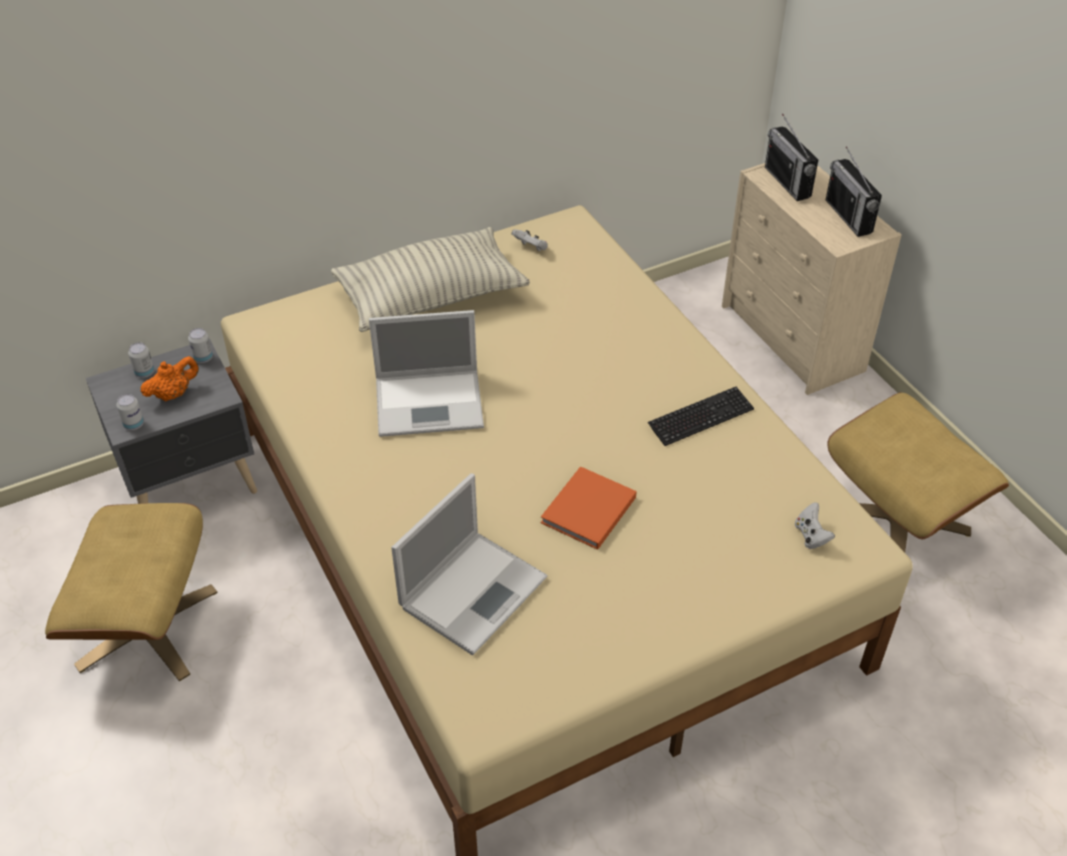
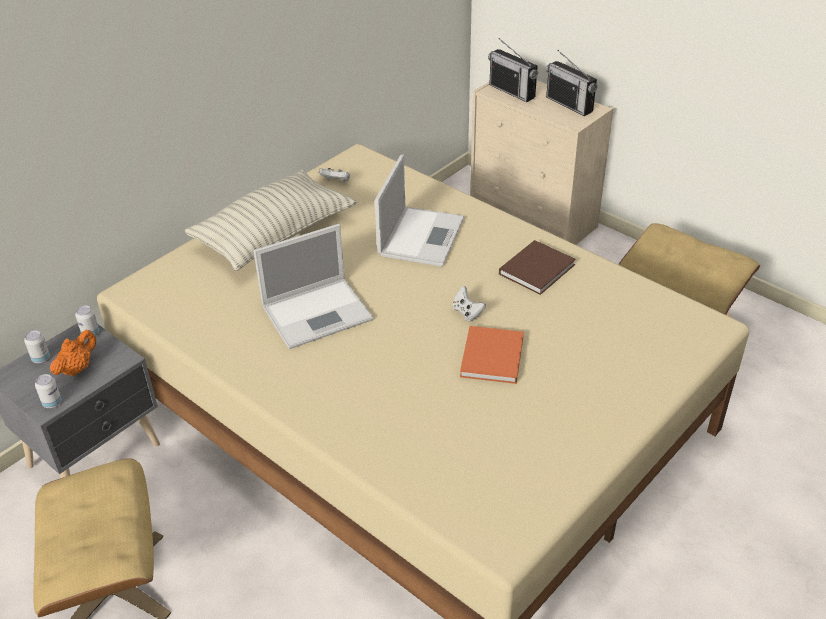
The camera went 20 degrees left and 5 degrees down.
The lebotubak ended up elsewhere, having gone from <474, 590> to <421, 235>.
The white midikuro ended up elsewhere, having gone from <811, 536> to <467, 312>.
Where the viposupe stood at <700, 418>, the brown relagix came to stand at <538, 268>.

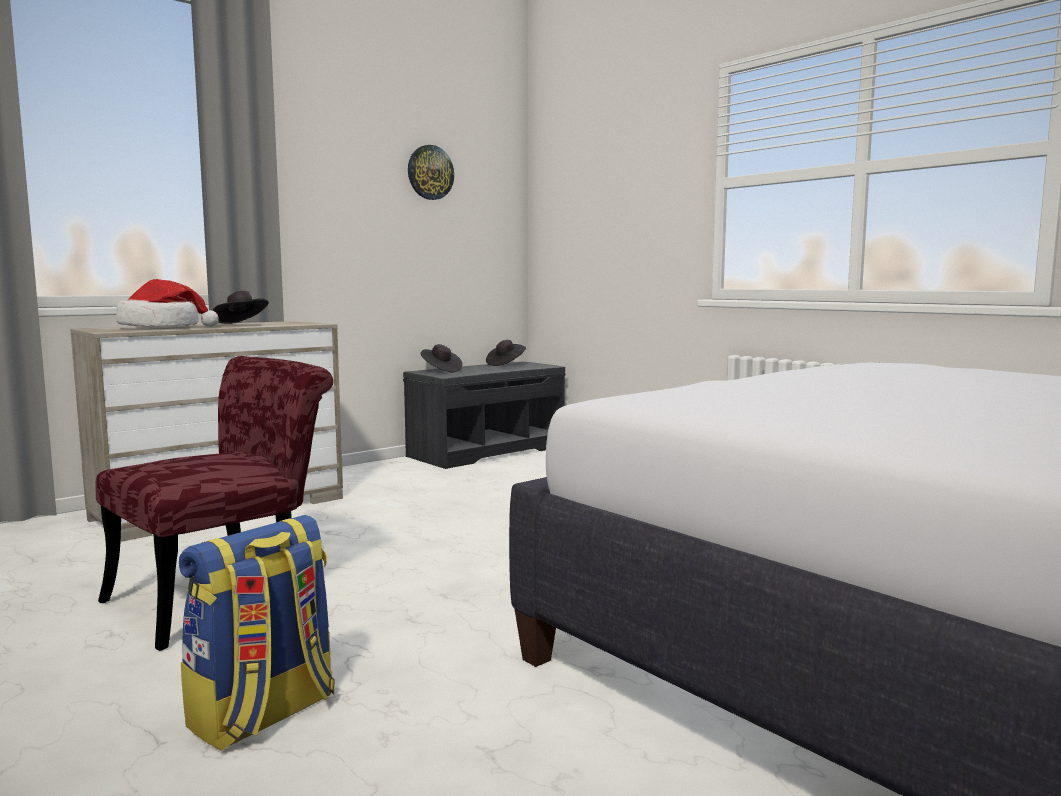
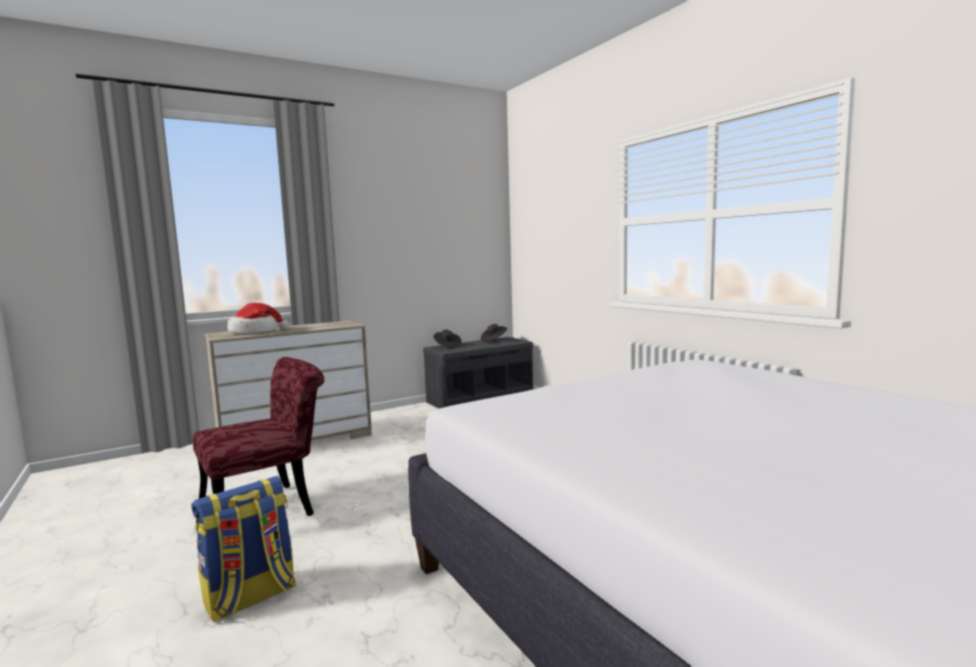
The camera went 10 degrees right and 0 degrees up.
The second view lost the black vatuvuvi at <242, 324>.
The second view lost the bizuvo at <430, 172>.

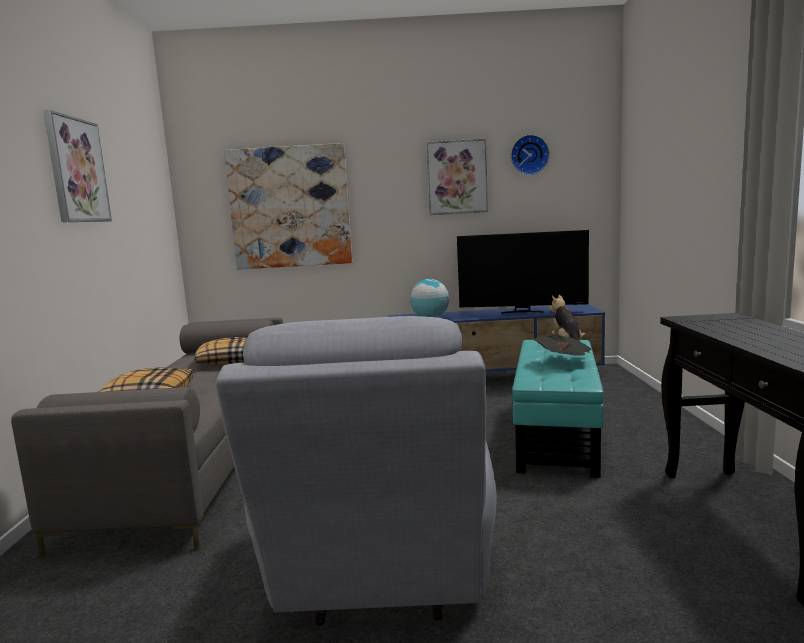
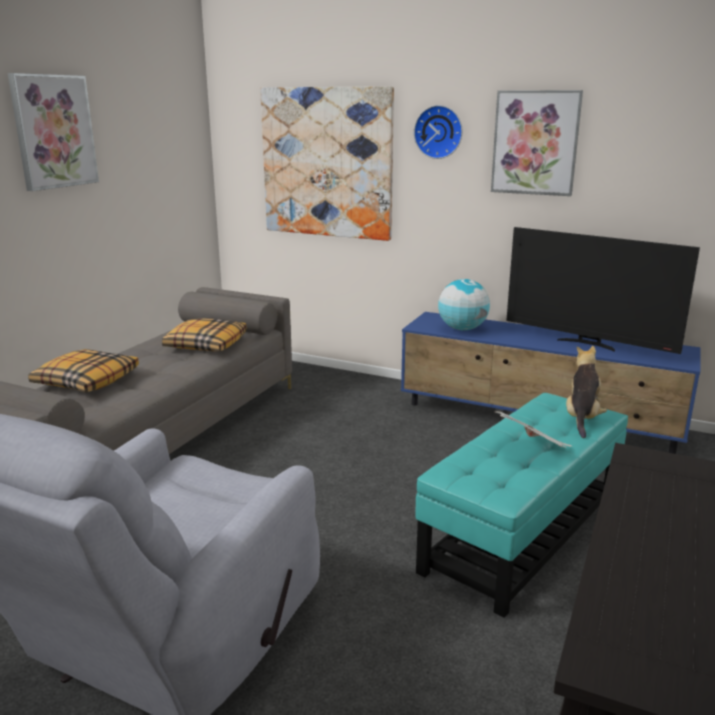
The camera went 25 degrees right and 10 degrees up.
The bizuvo ended up elsewhere, having gone from <529, 155> to <439, 132>.

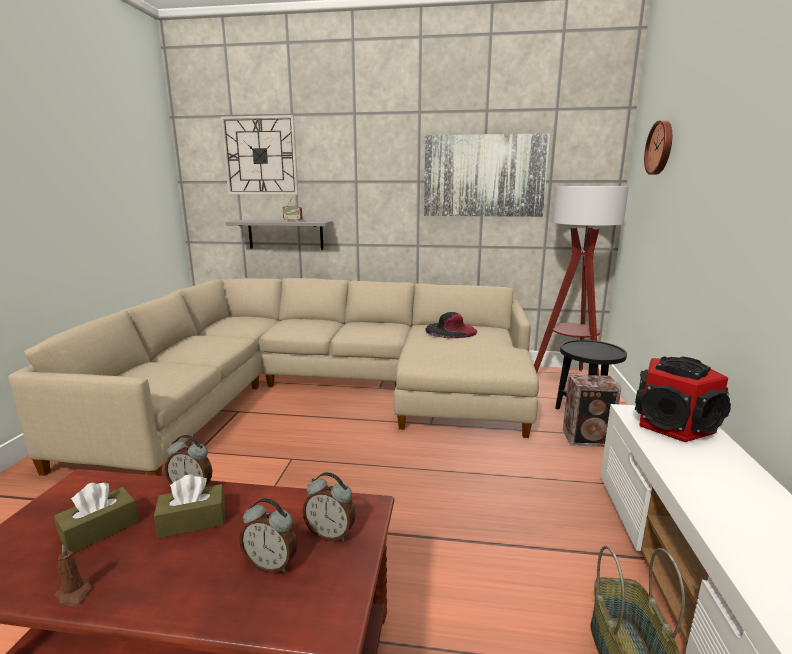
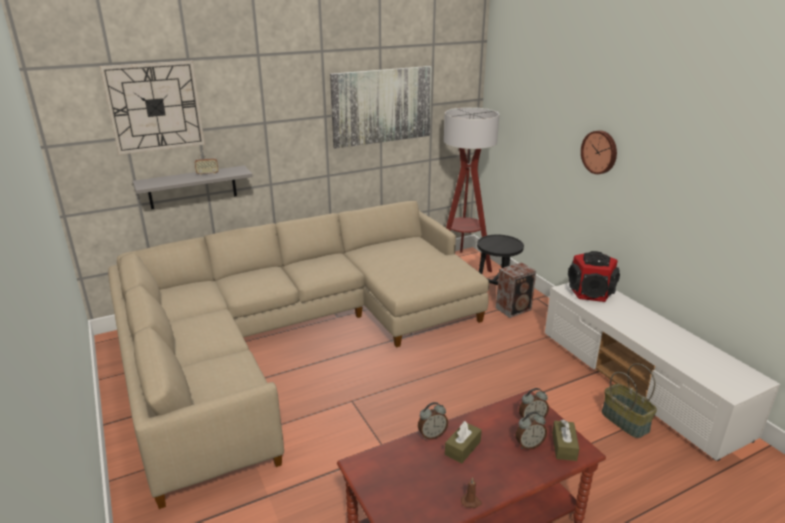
The camera went 35 degrees left and 10 degrees up.
The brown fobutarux ended up elsewhere, having gone from <100, 530> to <564, 446>.
The bizuvo ended up elsewhere, having gone from <660, 147> to <600, 152>.
The second view lost the black vatuvuvi at <451, 330>.

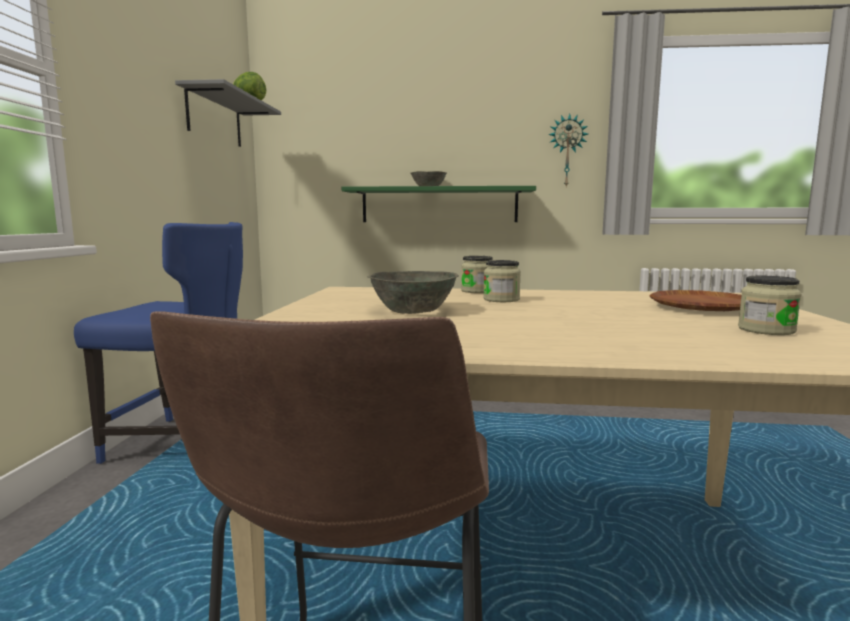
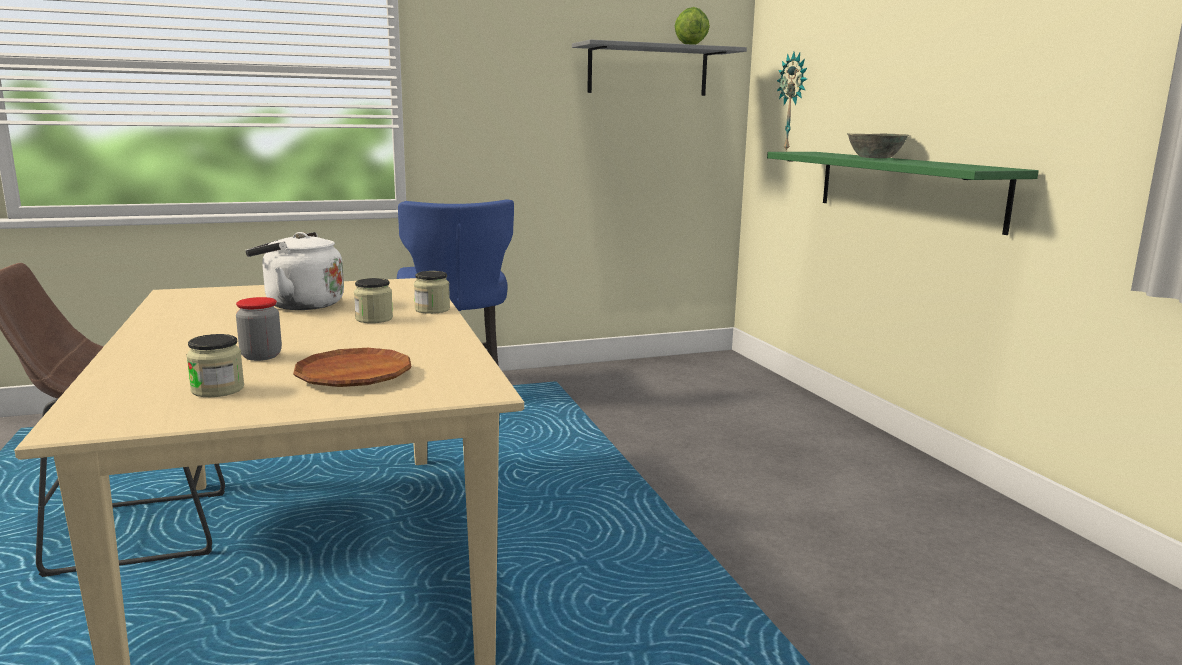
The camera went 65 degrees right and 5 degrees up.
The second view gained the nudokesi at <261, 356>.
Where the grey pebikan stood at <411, 310>, the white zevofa came to stand at <299, 305>.
The bizuvo ended up elsewhere, having gone from <567, 151> to <793, 102>.

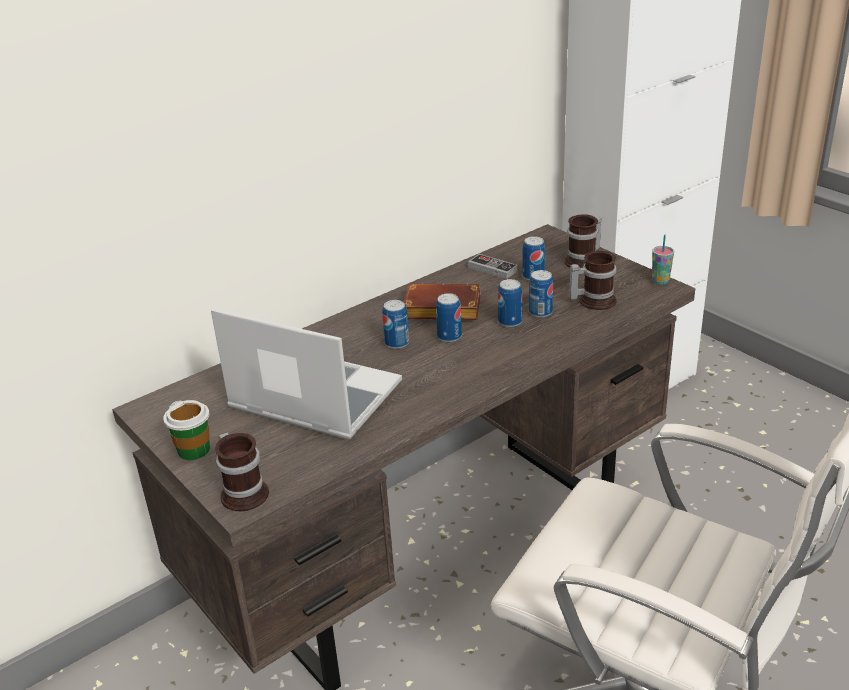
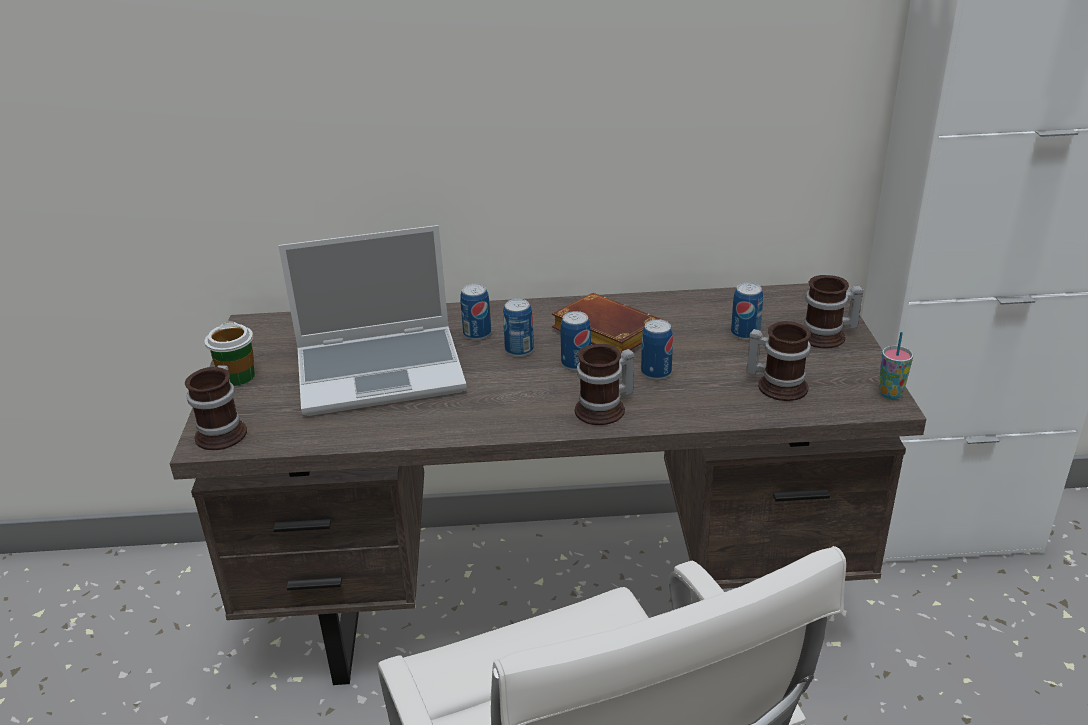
The camera went 35 degrees right and 0 degrees up.
The lebotubak at <312, 397> ended up facing another way, 105 degrees clockwise from before.
The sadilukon ended up elsewhere, having gone from <540, 312> to <477, 334>.
The second view gained the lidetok at <605, 410>.
The second view lost the midikuro at <492, 269>.

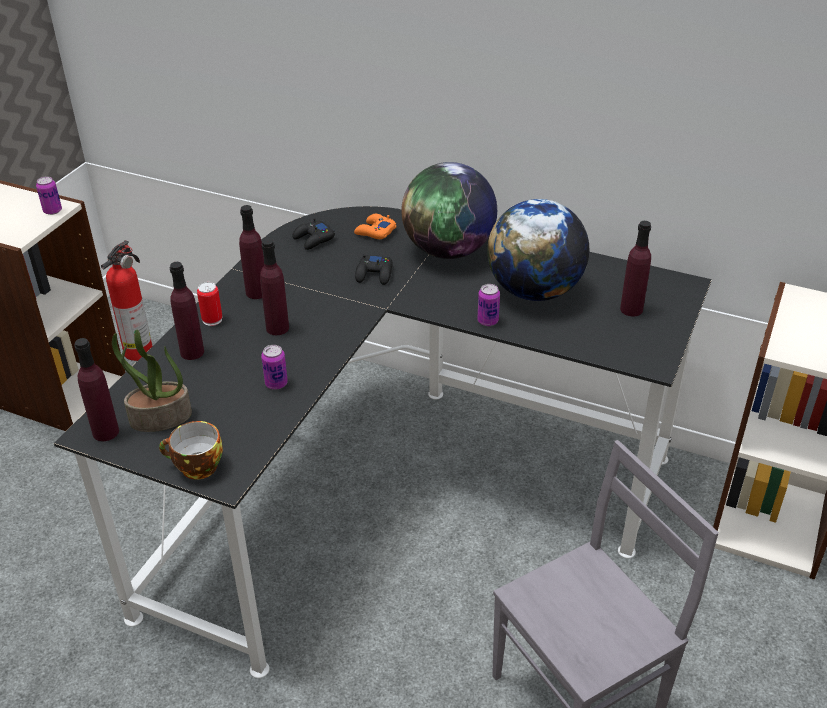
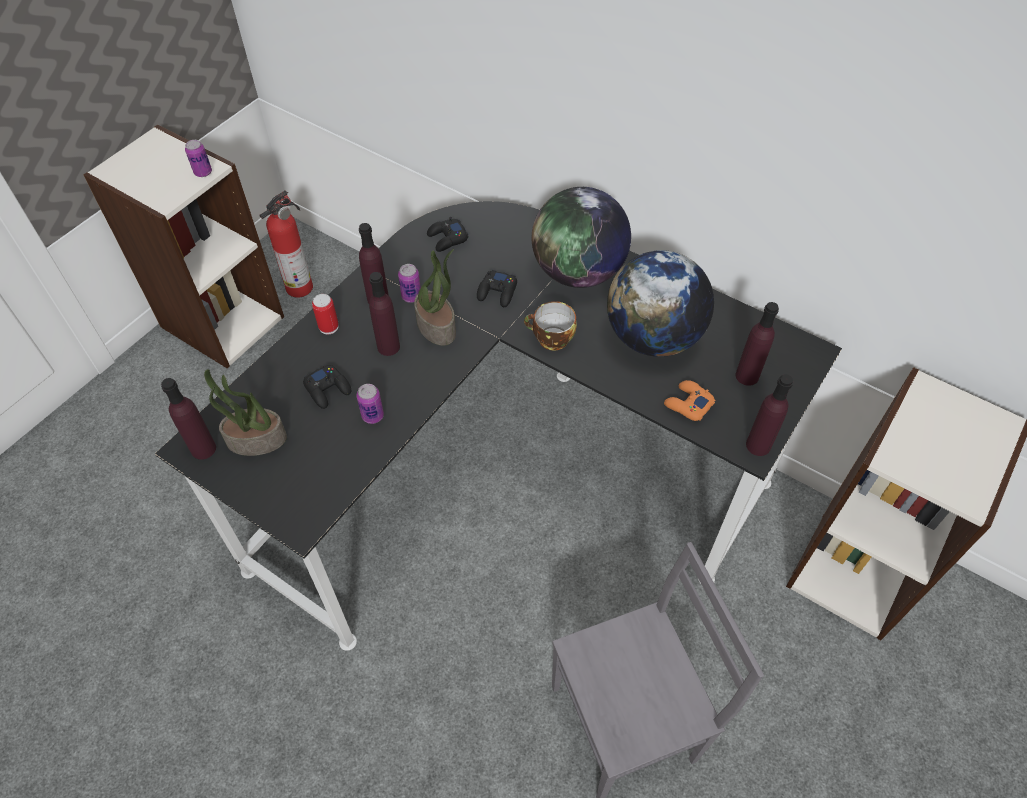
The camera went 10 degrees right and 15 degrees up.
The second view gained the black midikuro at <328, 389>.
The sadilukon ended up elsewhere, having gone from <487, 321> to <411, 296>.
The second view gained the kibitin at <437, 326>.
The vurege ended up elsewhere, having gone from <196, 468> to <551, 339>.
The orange midikuro ended up elsewhere, having gone from <375, 231> to <688, 404>.
The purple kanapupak ended up elsewhere, having gone from <192, 352> to <758, 445>.

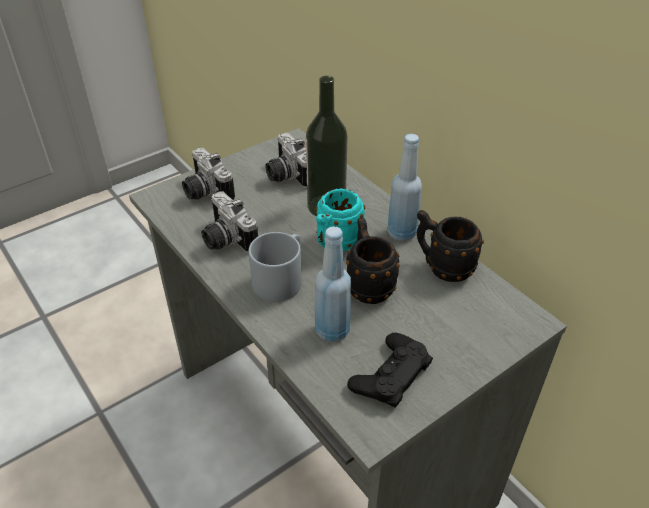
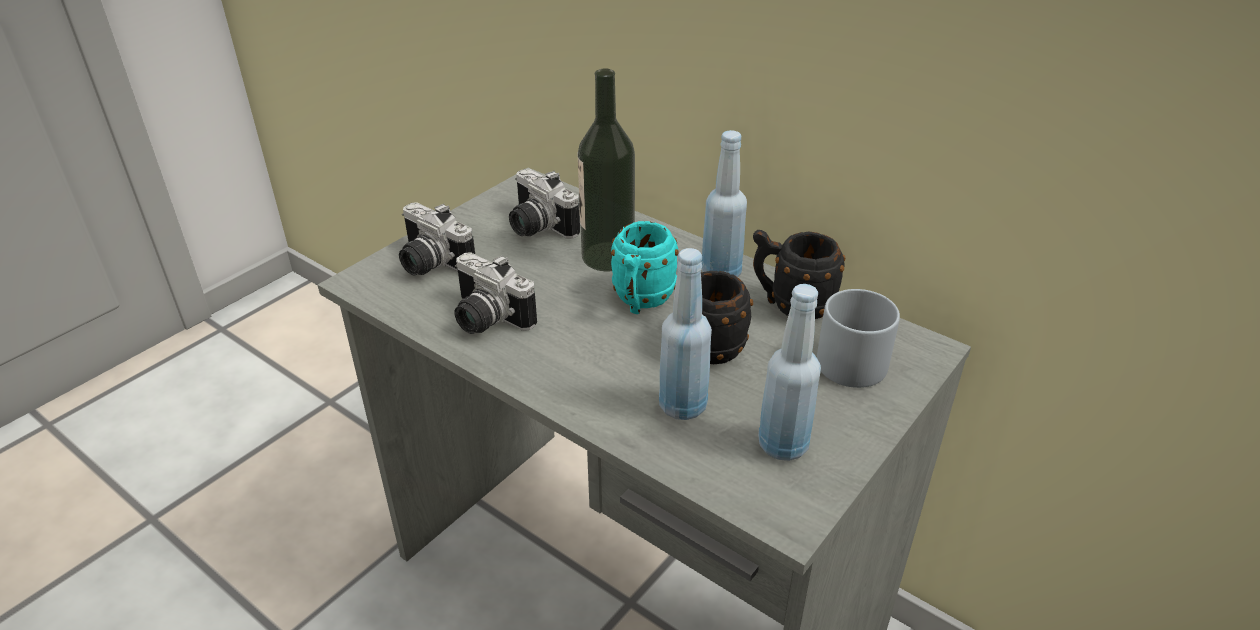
The camera went 15 degrees left and 5 degrees down.
Where the black midikuro stood at <390, 375>, the blue kanapupak came to stand at <783, 445>.
The grey lidetok ended up elsewhere, having gone from <281, 278> to <851, 356>.

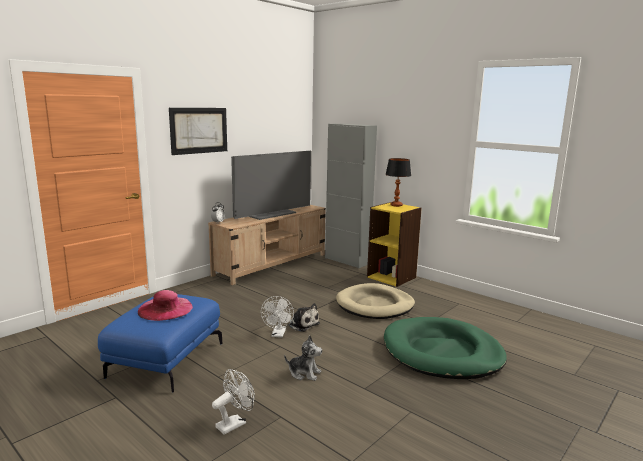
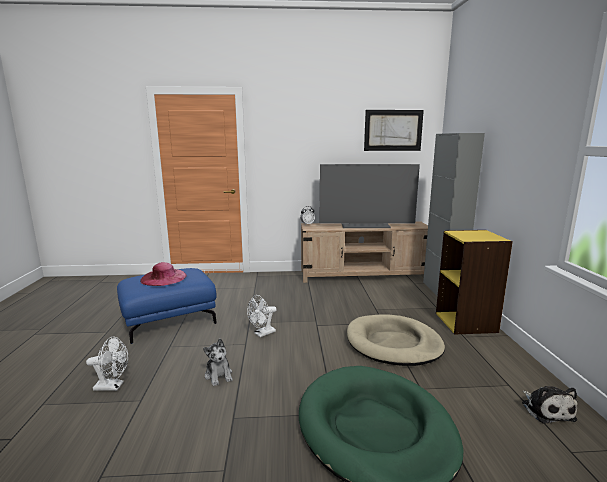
The camera went 45 degrees right and 0 degrees up.
The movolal ended up elsewhere, having gone from <199, 130> to <393, 130>.
The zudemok ended up elsewhere, having gone from <302, 324> to <546, 410>.
The second view lost the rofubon at <396, 205>.

